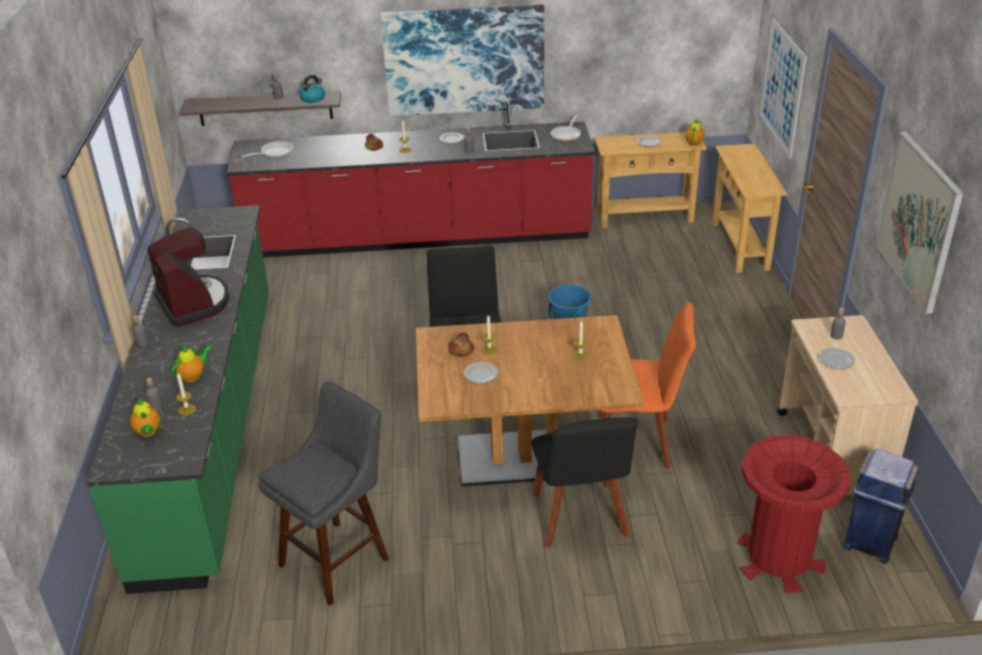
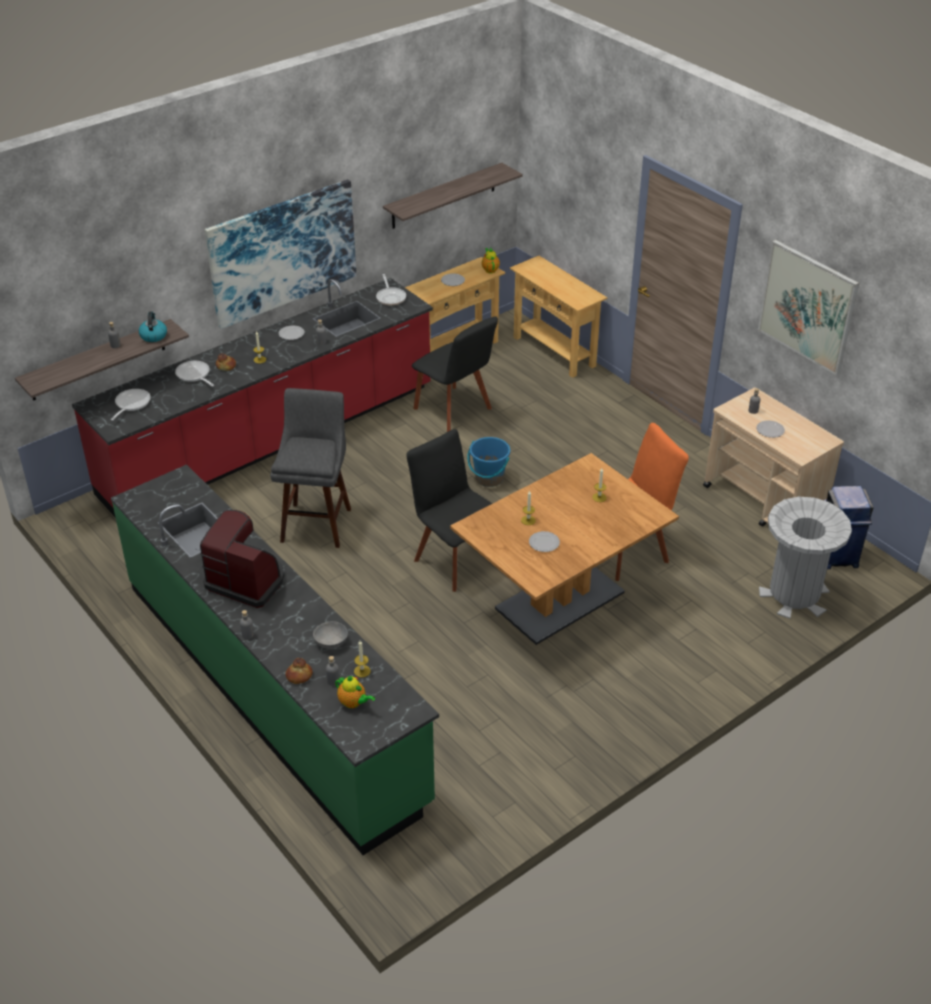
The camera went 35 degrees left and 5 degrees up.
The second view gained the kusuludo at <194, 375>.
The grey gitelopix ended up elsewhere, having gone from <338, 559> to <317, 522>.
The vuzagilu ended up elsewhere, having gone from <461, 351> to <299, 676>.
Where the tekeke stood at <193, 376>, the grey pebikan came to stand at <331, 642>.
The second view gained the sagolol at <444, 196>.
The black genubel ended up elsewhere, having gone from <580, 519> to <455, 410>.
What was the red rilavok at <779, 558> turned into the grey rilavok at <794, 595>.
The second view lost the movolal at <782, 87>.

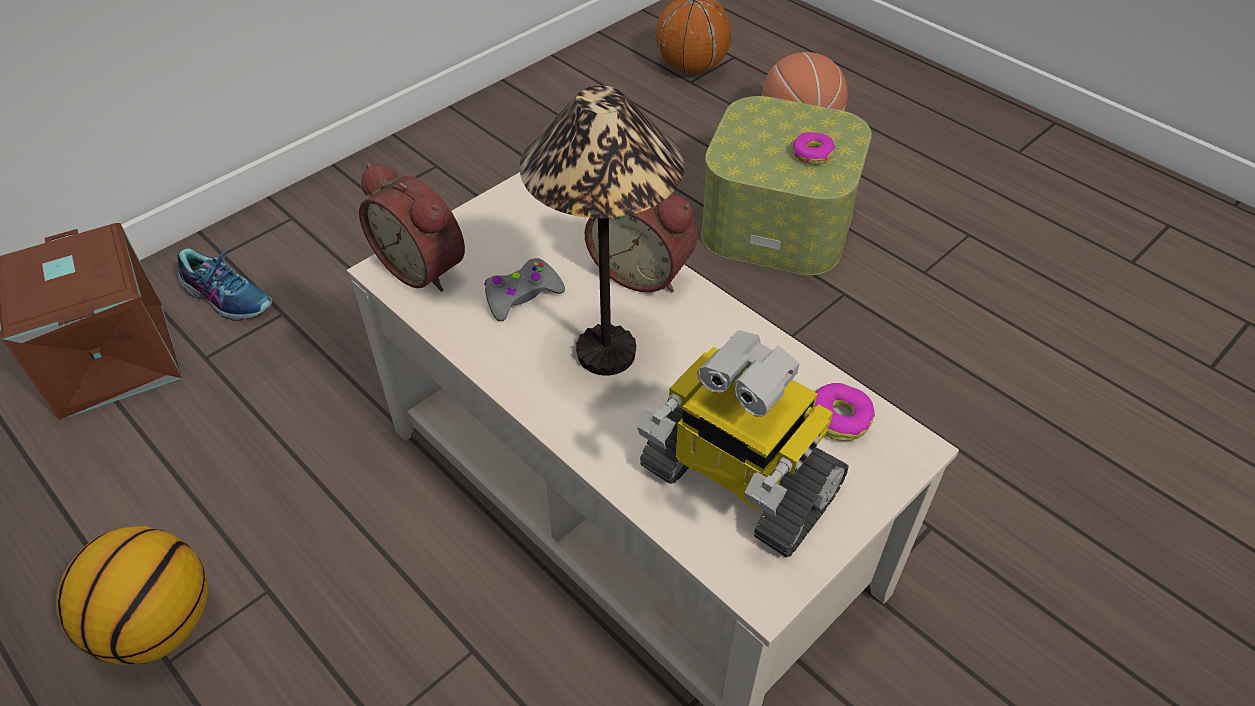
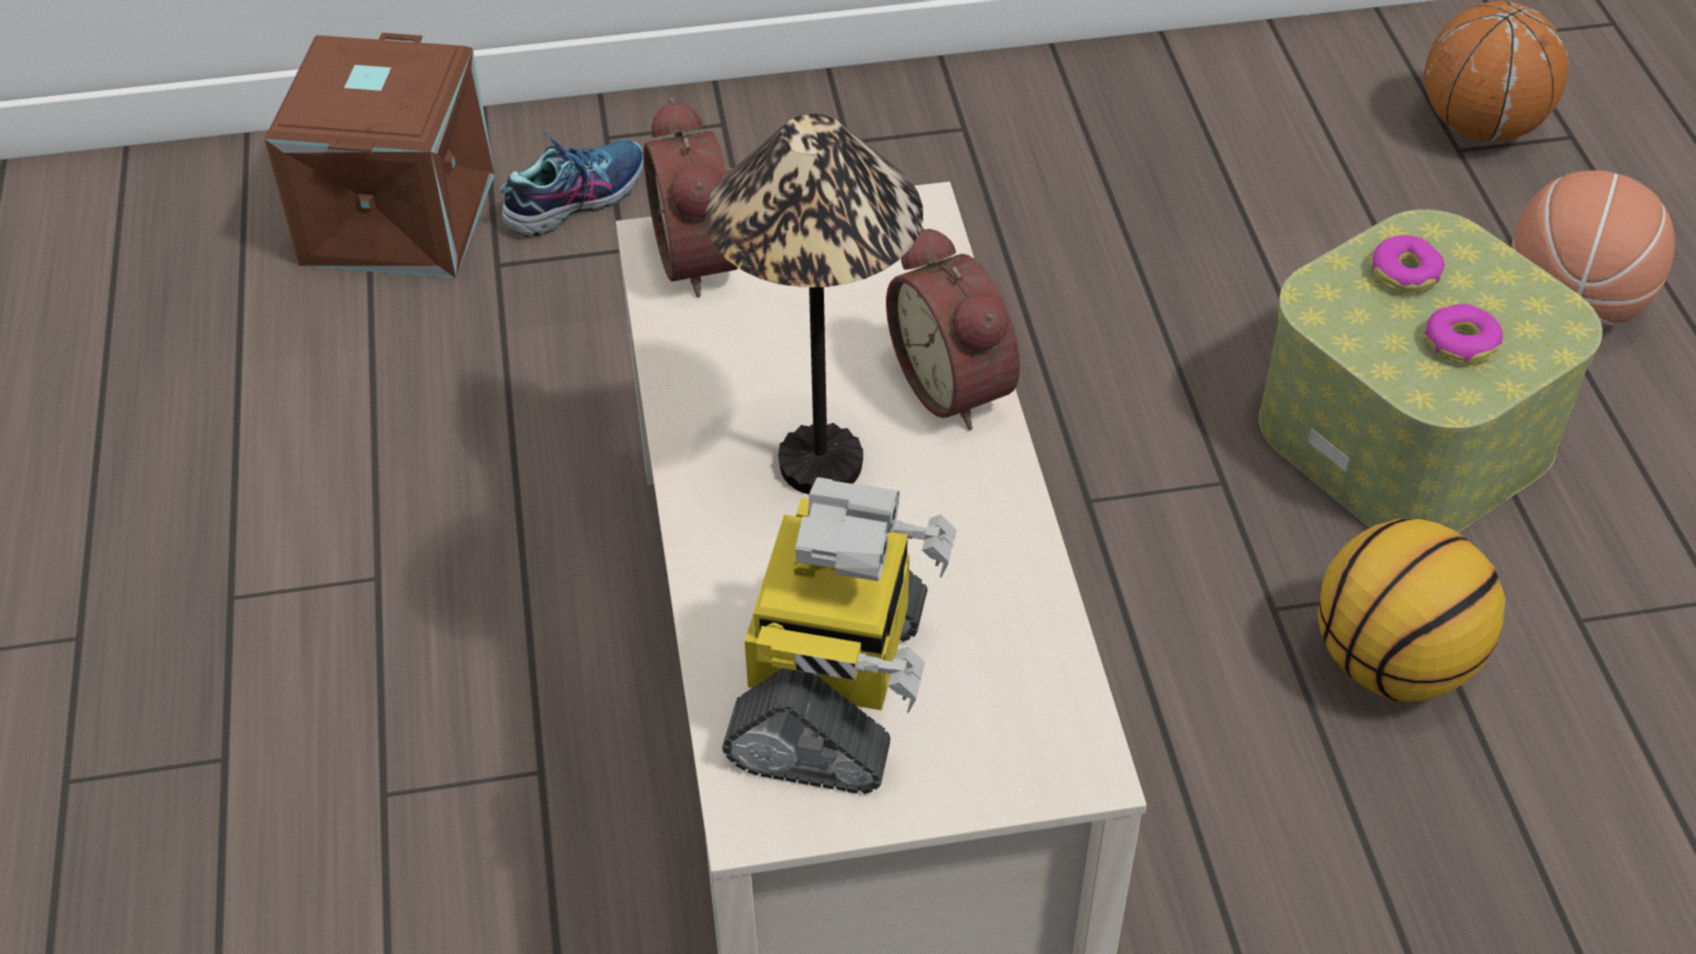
The camera went 35 degrees right and 0 degrees up.
The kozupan at <228, 297> ended up facing another way, 105 degrees counterclockwise from before.
The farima at <737, 482> ended up facing another way, 150 degrees counterclockwise from before.
The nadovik ended up elsewhere, having gone from <159, 625> to <1394, 663>.
The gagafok ended up elsewhere, having gone from <839, 418> to <1405, 273>.
The second view lost the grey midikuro at <522, 296>.

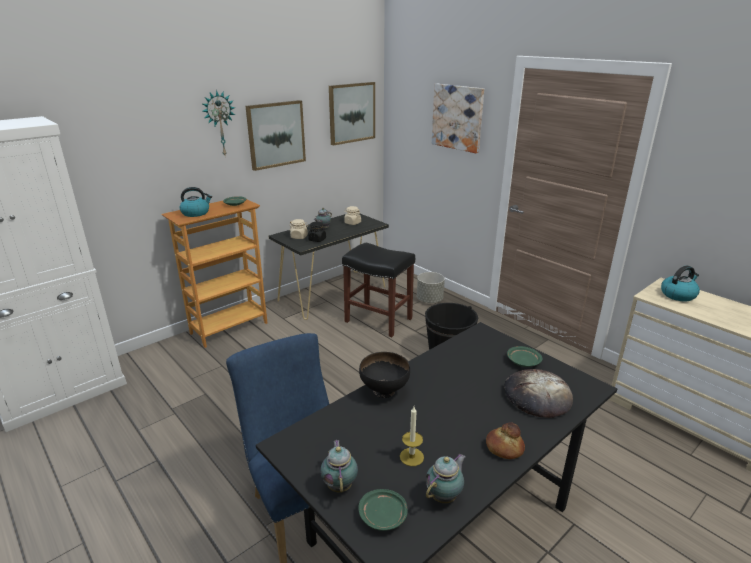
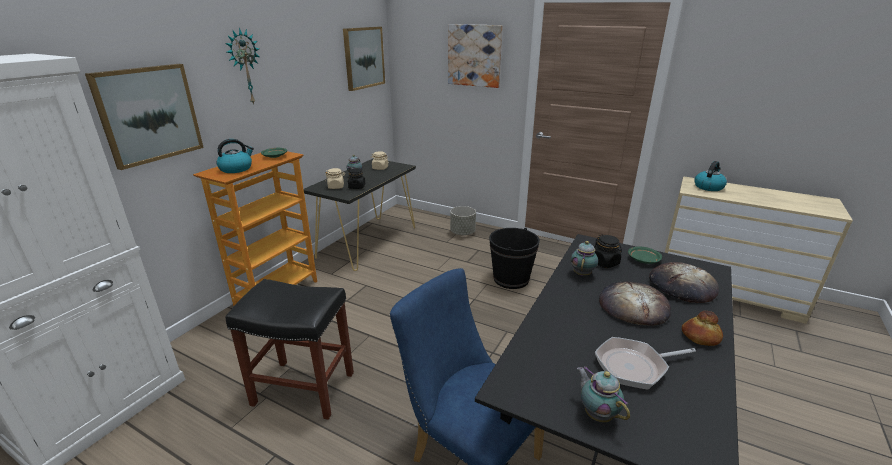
The camera went 20 degrees left and 0 degrees up.
The movolal ended up elsewhere, having gone from <276, 134> to <149, 114>.
The black gitelopix ended up elsewhere, having gone from <379, 320> to <305, 388>.
The tekeke ended up elsewhere, having gone from <445, 496> to <582, 273>.
The second view gained the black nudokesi at <605, 263>.
Where the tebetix stood at <411, 457>, the kusuludo came to stand at <634, 366>.
The second view gained the vuzagilu at <633, 306>.
The second view lost the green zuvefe at <383, 516>.
The second view lost the black pebikan at <384, 391>.

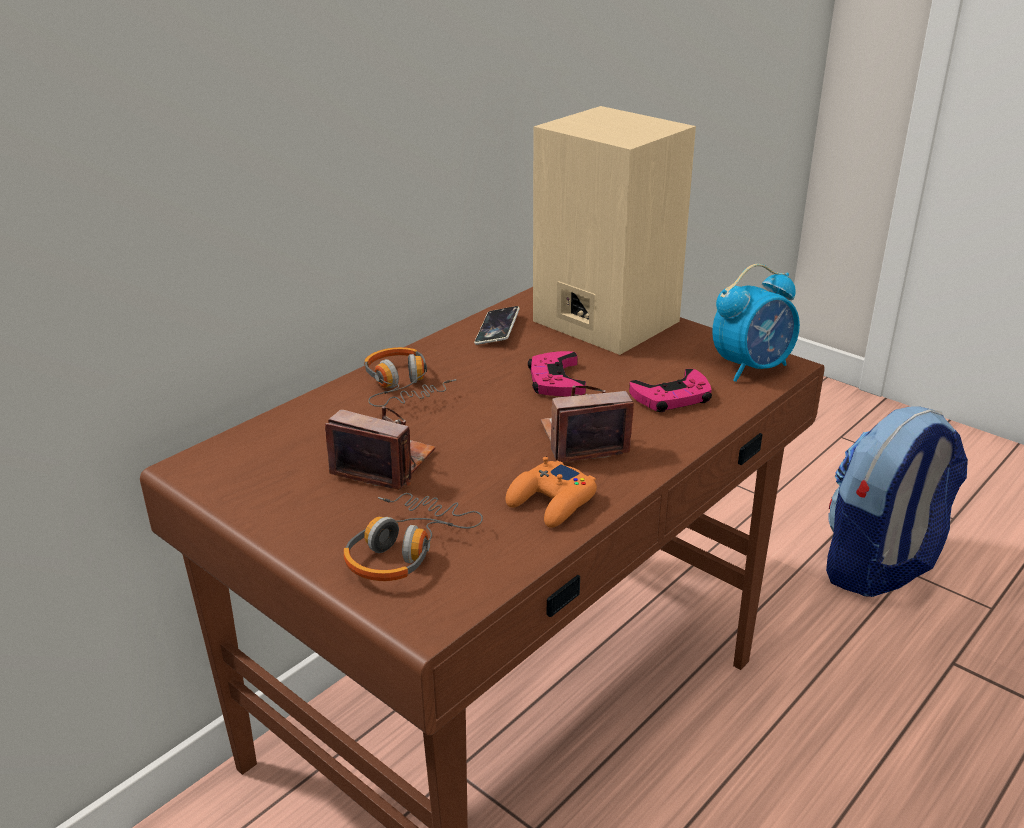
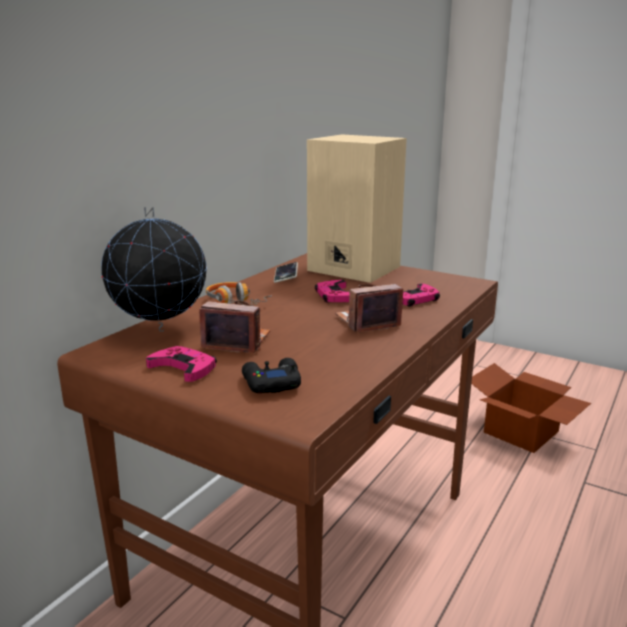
The camera went 10 degrees left and 10 degrees down.
The second view gained the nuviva at <160, 330>.
The second view gained the pink midikuro at <183, 368>.
Where the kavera stood at <406, 549>, the black midikuro came to stand at <271, 383>.
Where the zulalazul stood at <880, 567>, the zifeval came to stand at <522, 433>.
The second view lost the orange midikuro at <552, 502>.
The second view lost the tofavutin at <752, 367>.

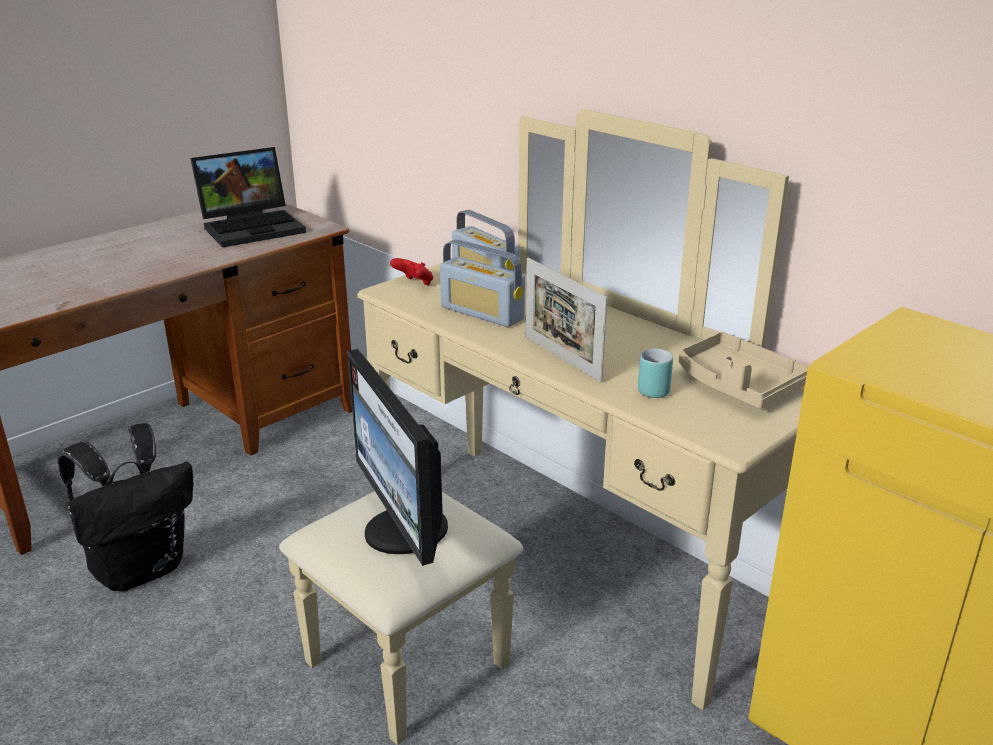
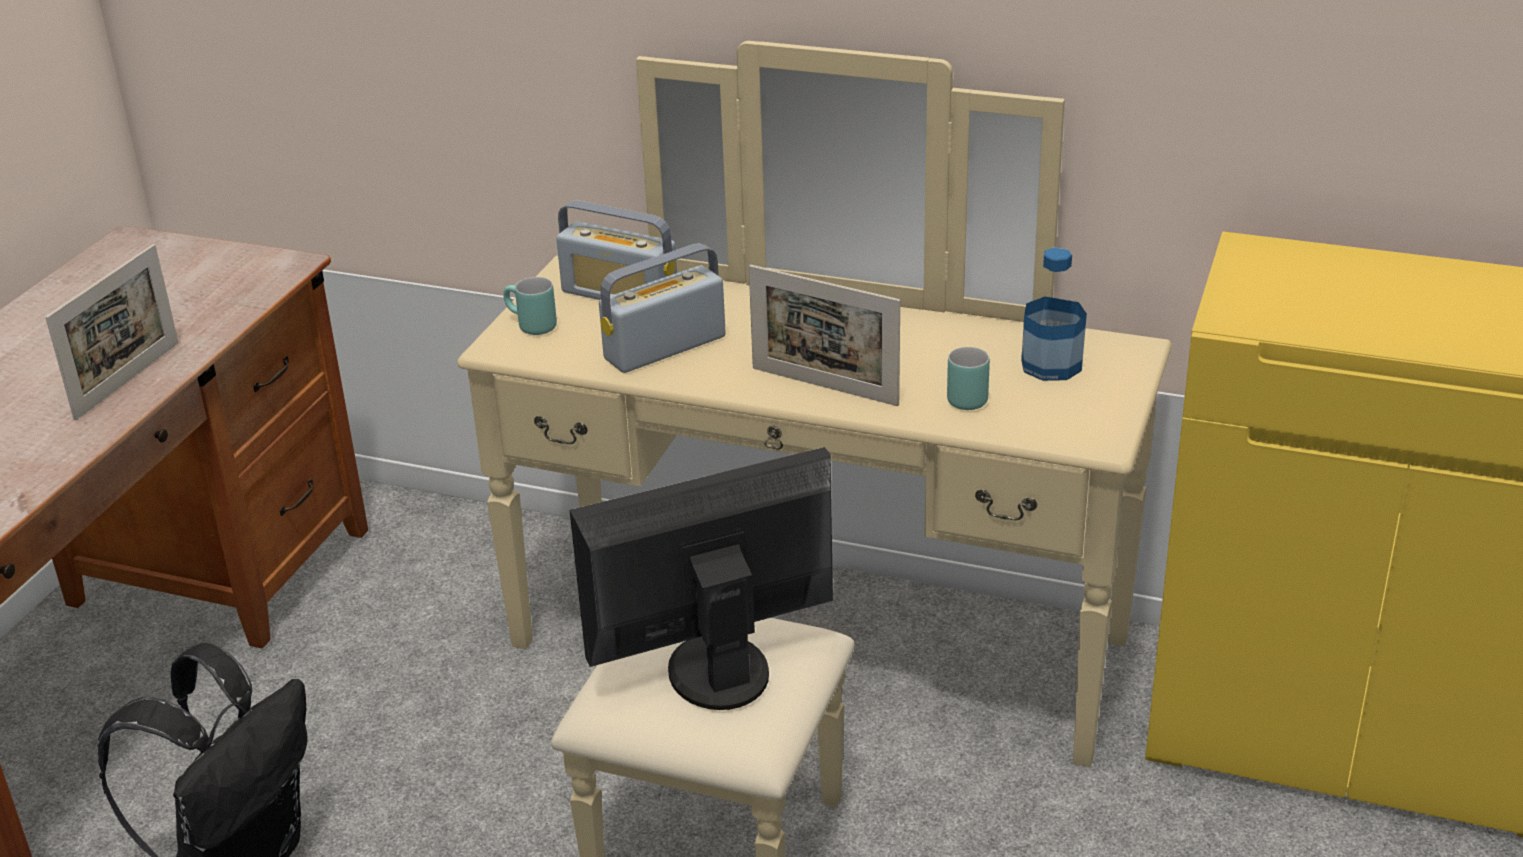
The camera went 25 degrees left and 5 degrees up.
The second view gained the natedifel at <127, 380>.
Where the red midikuro stood at <414, 284>, the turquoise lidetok came to stand at <529, 327>.
The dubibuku at <403, 532> ended up facing another way, 120 degrees clockwise from before.
The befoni at <482, 313> ended up facing another way, 135 degrees clockwise from before.
Where the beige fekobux stood at <738, 385>, the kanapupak came to stand at <1051, 365>.
The second view lost the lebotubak at <254, 227>.

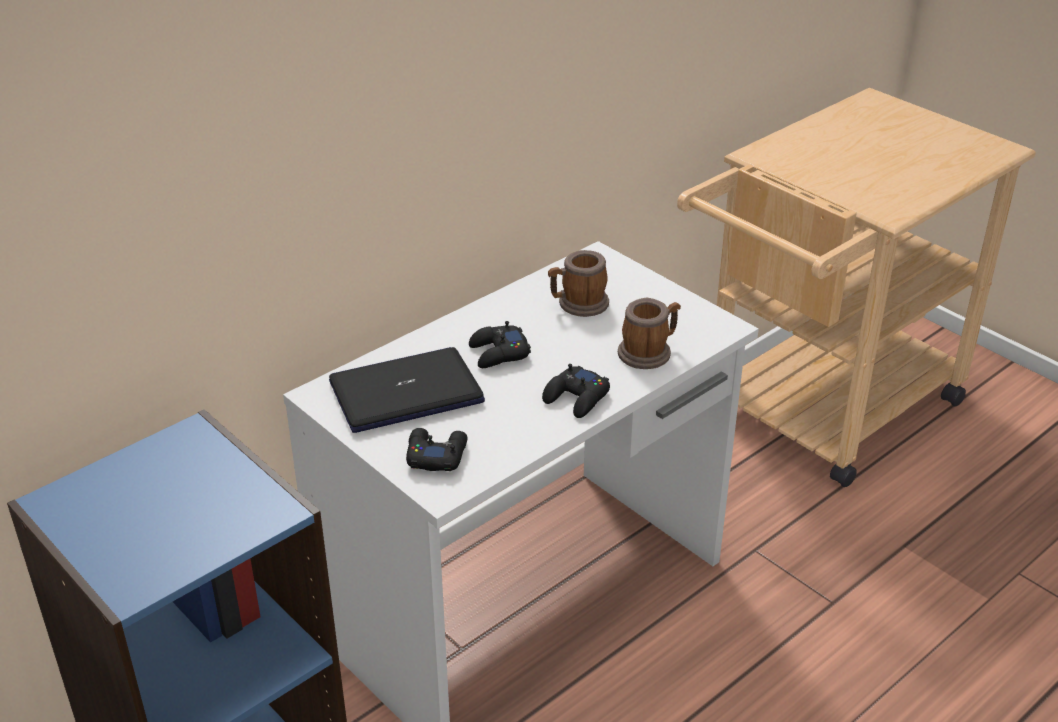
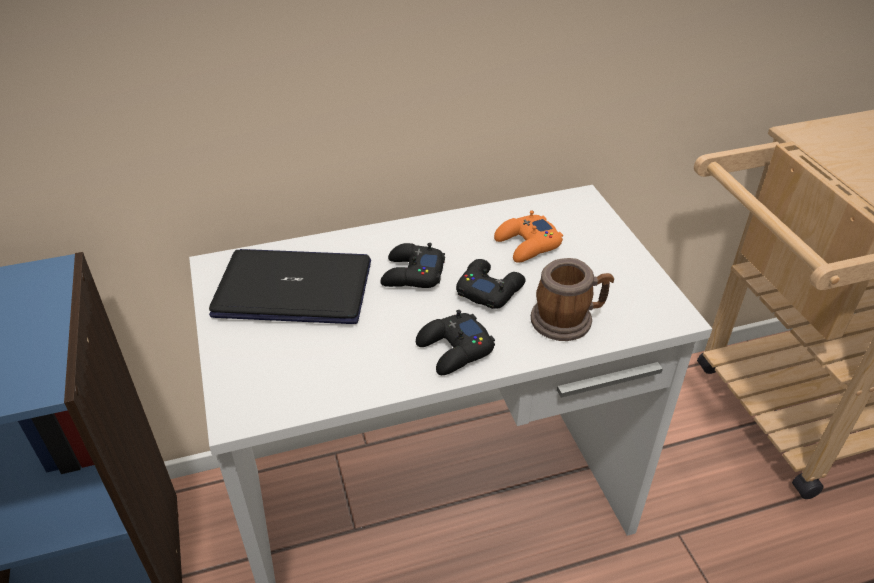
The camera went 25 degrees right and 5 degrees up.
The black midikuro ended up elsewhere, having gone from <436, 455> to <489, 289>.
Where the lidetok stood at <578, 304>, the orange midikuro came to stand at <527, 244>.

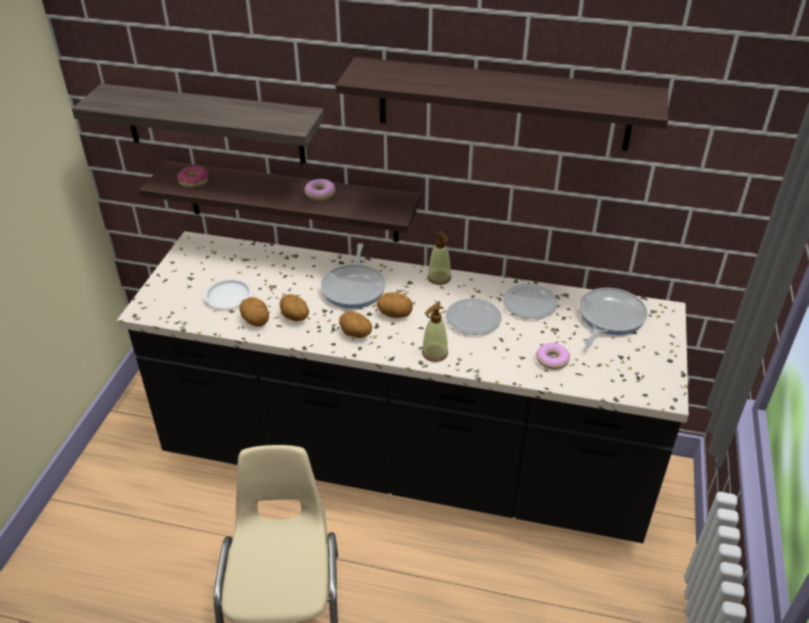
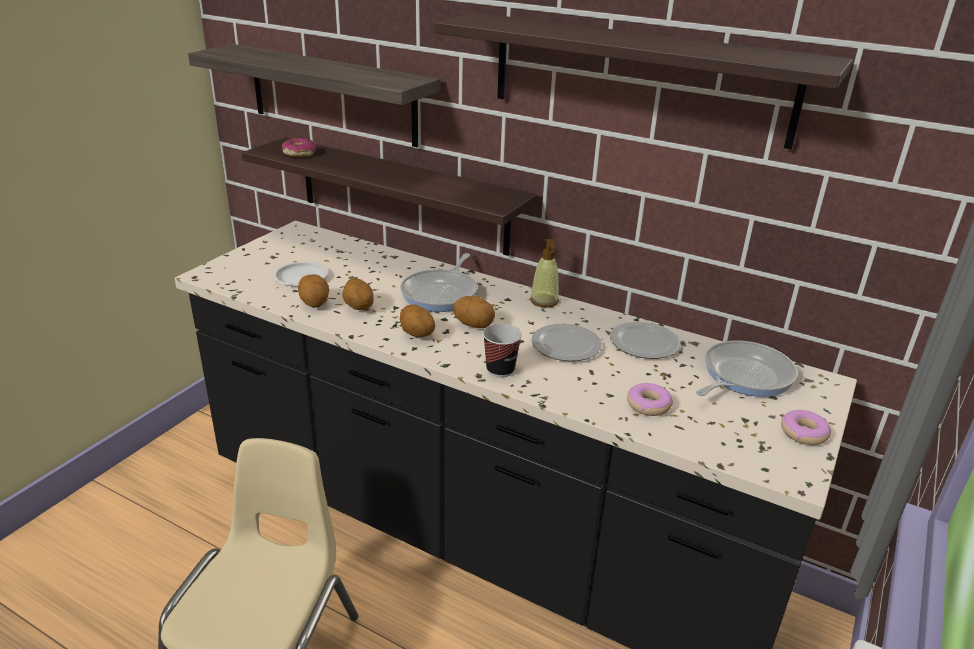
The camera went 15 degrees right and 10 degrees down.
Where the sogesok stood at <434, 353>, the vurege came to stand at <500, 370>.
The gagafok ended up elsewhere, having gone from <320, 194> to <804, 433>.

